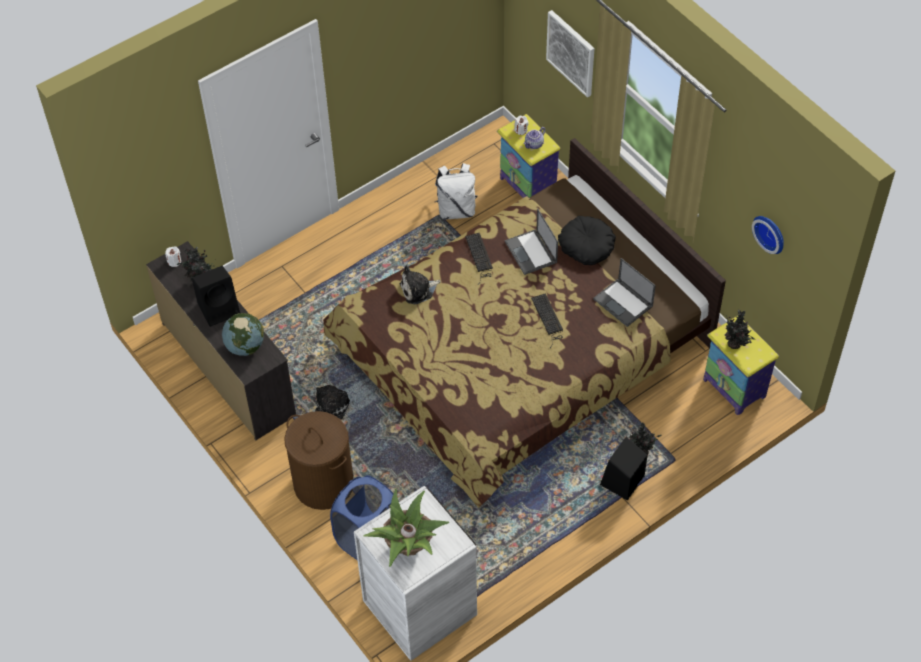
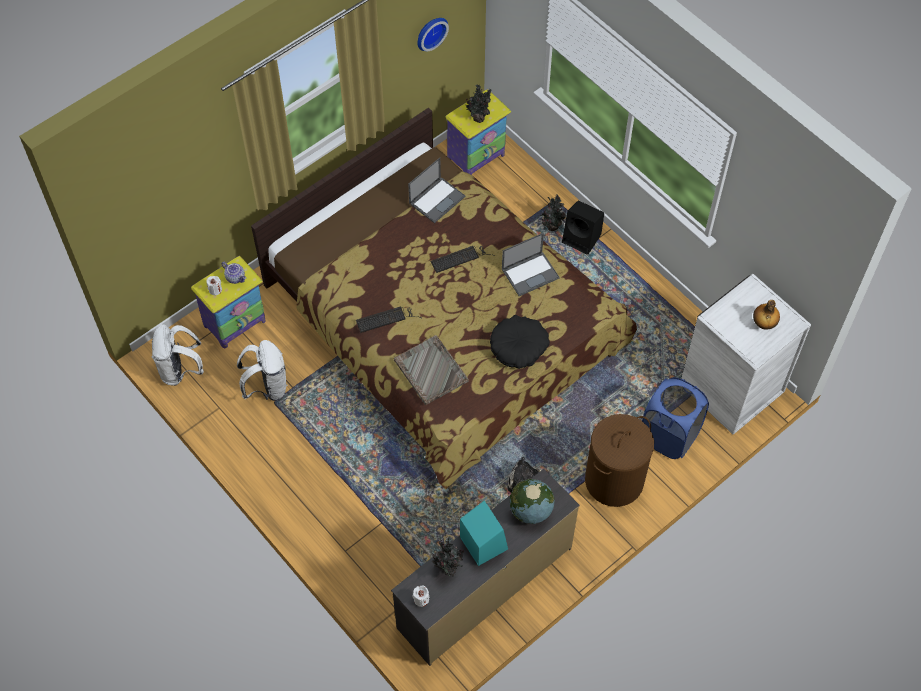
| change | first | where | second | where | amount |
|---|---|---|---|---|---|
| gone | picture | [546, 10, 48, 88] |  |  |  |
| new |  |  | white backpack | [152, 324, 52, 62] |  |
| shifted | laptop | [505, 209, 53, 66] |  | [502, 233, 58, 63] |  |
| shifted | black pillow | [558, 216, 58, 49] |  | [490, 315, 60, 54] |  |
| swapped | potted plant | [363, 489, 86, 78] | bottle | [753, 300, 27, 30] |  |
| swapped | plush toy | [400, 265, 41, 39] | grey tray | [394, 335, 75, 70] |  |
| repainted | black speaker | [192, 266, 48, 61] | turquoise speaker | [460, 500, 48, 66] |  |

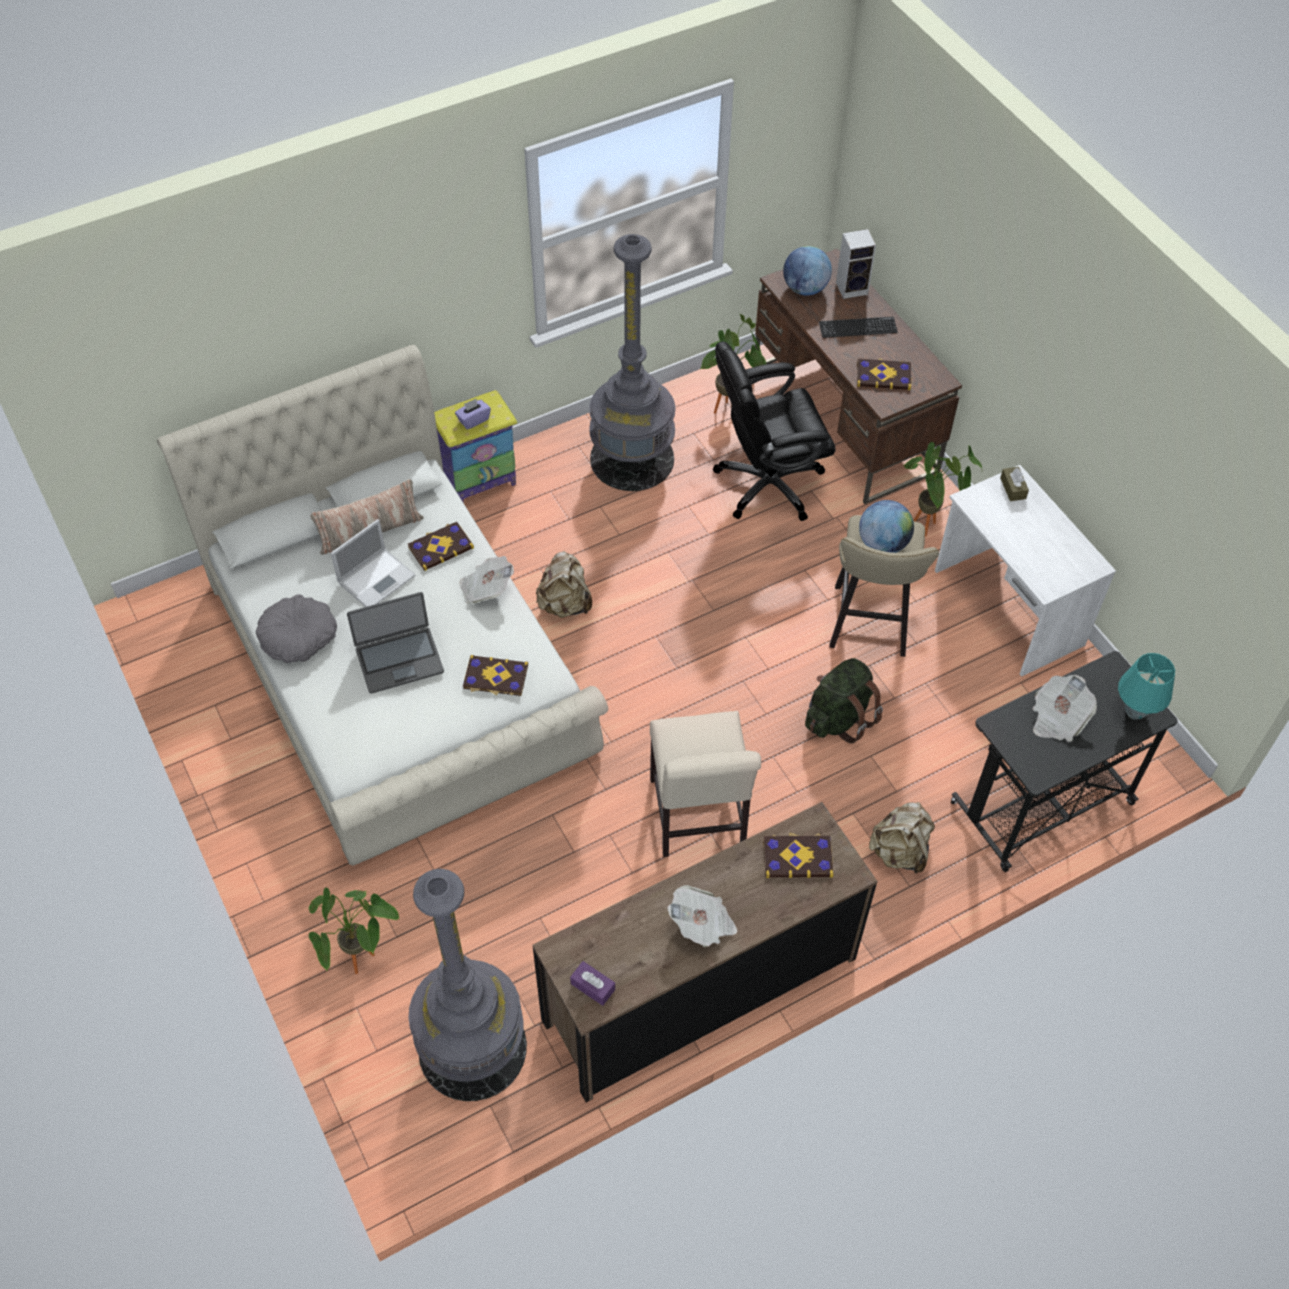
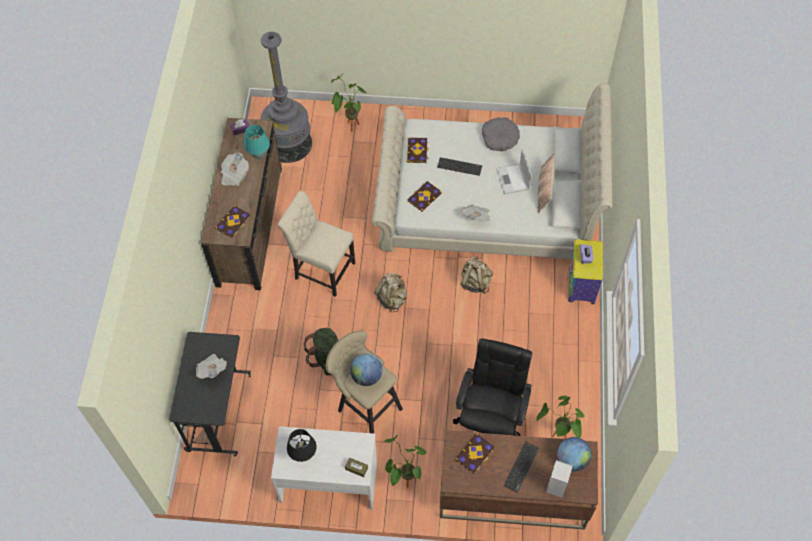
| change | first | where | second | where | amount |
|---|---|---|---|---|---|
| gone | grey floor lamp | [589, 234, 87, 257] |  |  |  |
| new |  |  | black table lamp | [287, 429, 30, 33] |  |
| shifted | book | [408, 522, 66, 49] |  | [407, 137, 22, 26] |  |
| shifted | beige backpack | [869, 802, 66, 71] |  | [374, 273, 33, 39] |  |
| shifted | turquoise table lamp | [1118, 653, 57, 67] |  | [244, 125, 26, 34] |  |
| swapped | laptop | [347, 592, 97, 102] | keyboard | [437, 157, 45, 19] |  |

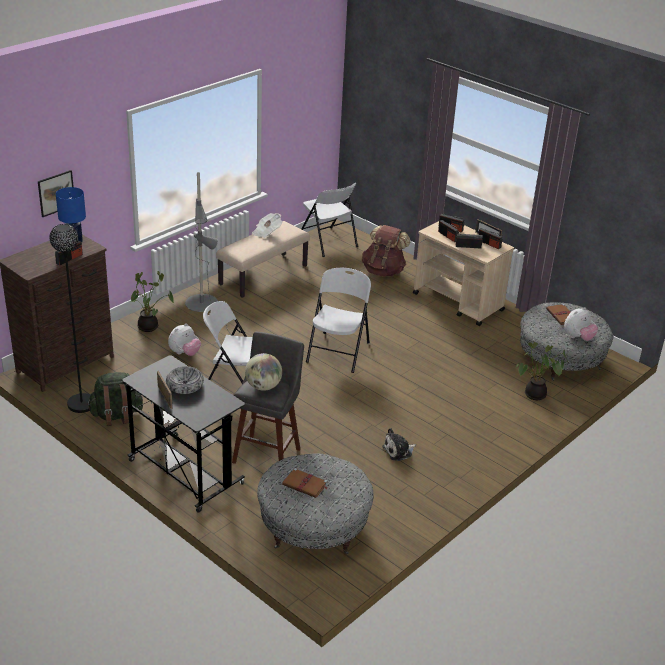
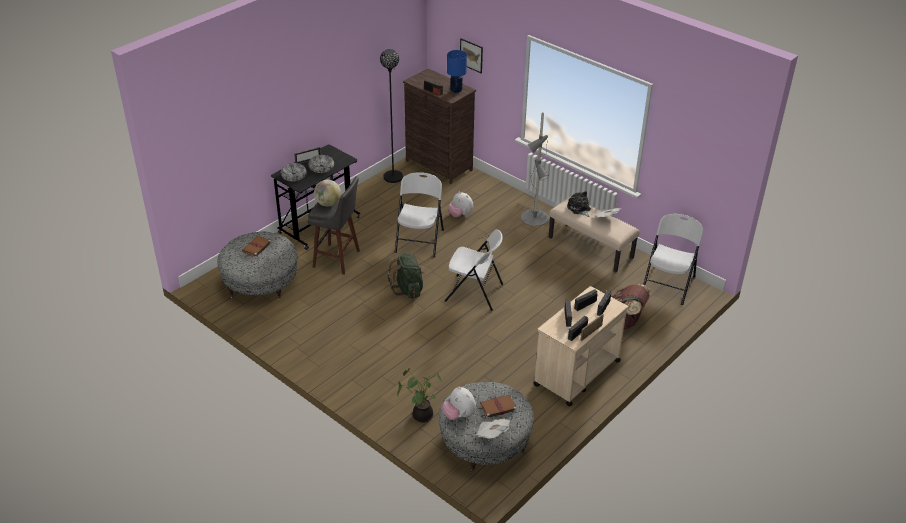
| change | first | where | second | where | amount |
|---|---|---|---|---|---|
| gone | potted plant | [131, 271, 43, 61] |  |  |  |
| new |  |  | bowl | [281, 163, 26, 19] |  |
| new |  |  | newspaper | [476, 418, 34, 21] |  |
| shifted | green backpack | [87, 372, 56, 54] |  | [387, 253, 38, 46] |  |
| shifted | plush toy | [382, 428, 34, 33] |  | [567, 191, 24, 26] |  |
| rotated | white chair | [301, 183, 57, 74] |  | [643, 214, 60, 91] | 150 degrees clockwise |

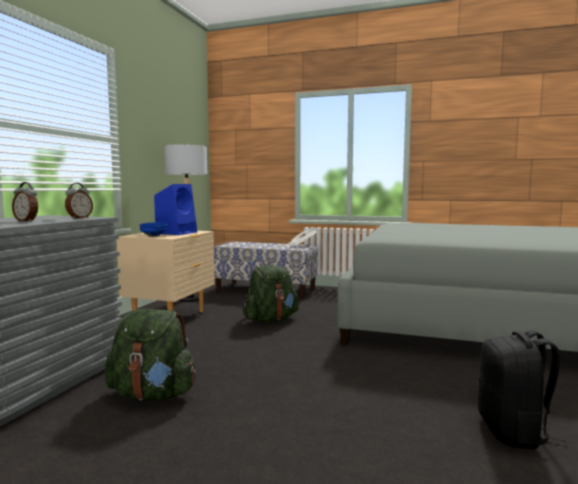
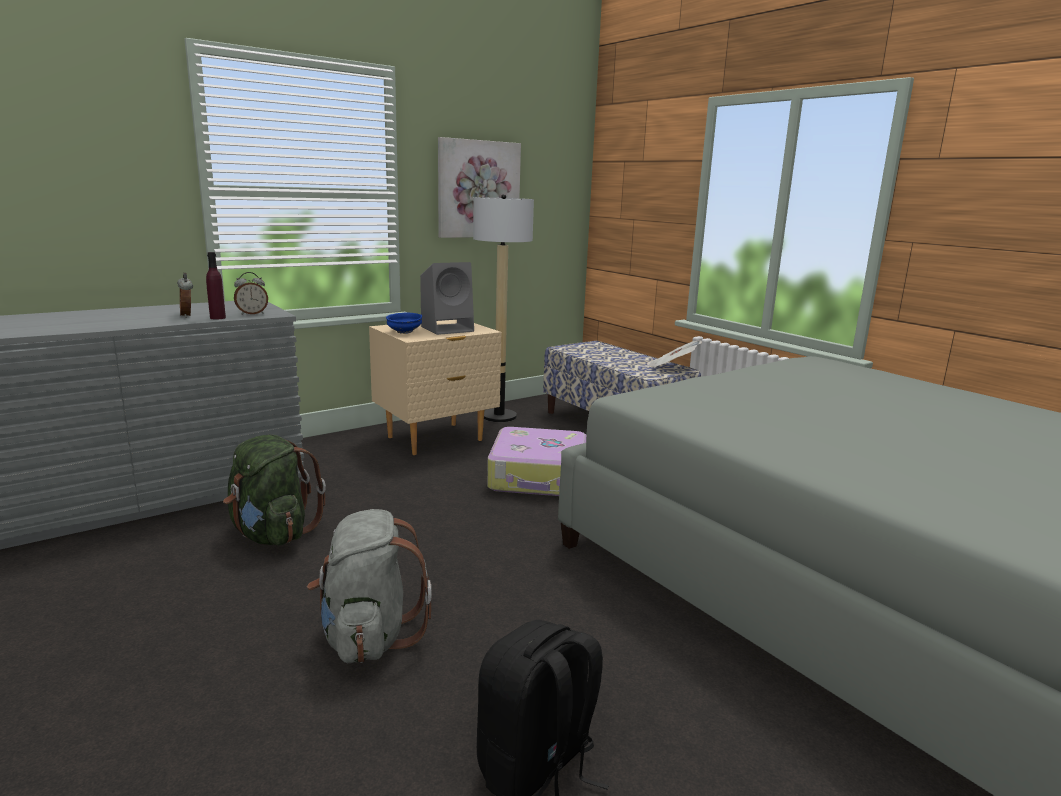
| change | first | where | second | where | amount |
|---|---|---|---|---|---|
| new |  |  | purple bottle | [206, 252, 20, 68] |  |
| new |  |  | grey backpack | [307, 509, 125, 154] |  |
| new |  |  | picture | [438, 137, 83, 101] |  |
| swapped | green backpack | [243, 265, 56, 57] | suitcase | [487, 427, 99, 69] |  |
| repainted | blue speaker | [154, 184, 43, 51] | grey speaker | [420, 262, 54, 73] |  |

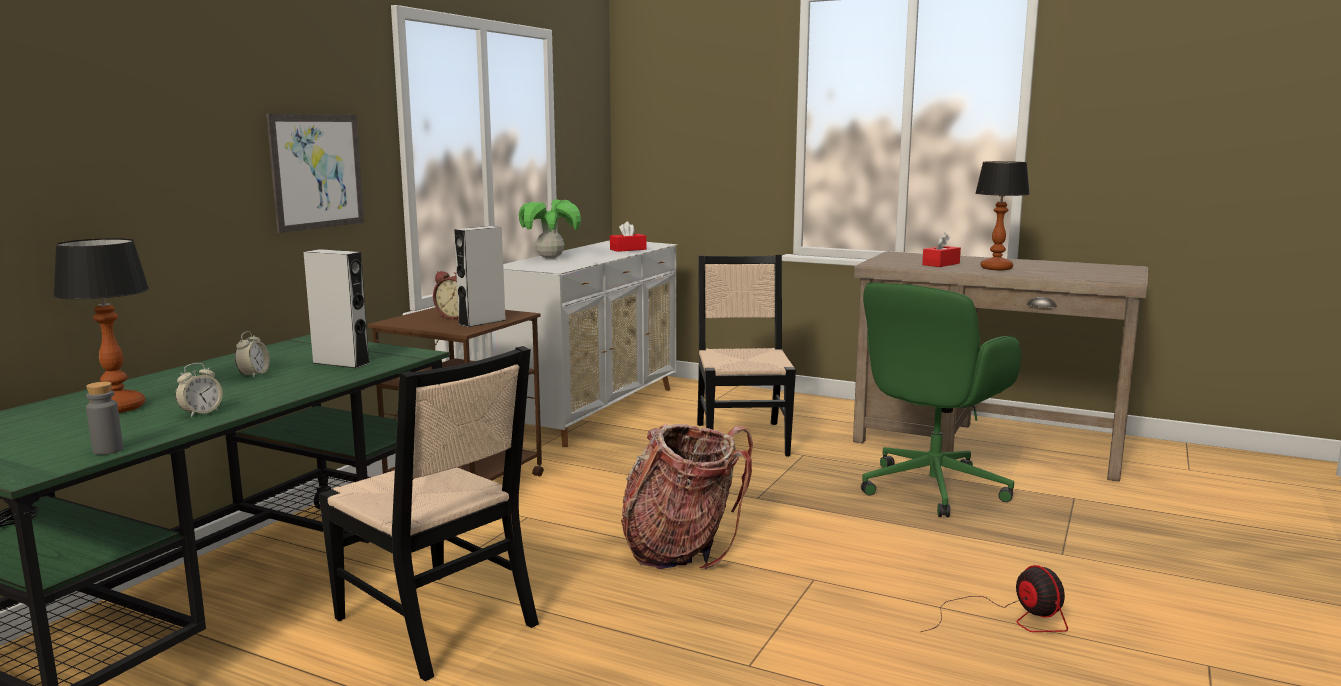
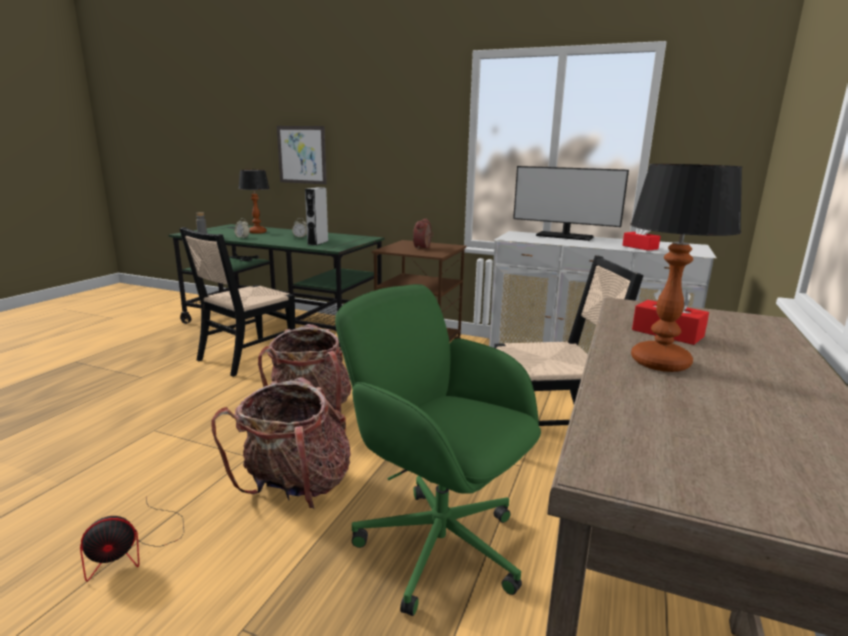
| change | first | where | second | where | amount |
|---|---|---|---|---|---|
| gone | grey speaker | [454, 226, 52, 101] |  |  |  |
| new |  |  | backpack | [212, 377, 139, 132] |  |
| shifted | picture | [266, 114, 98, 119] |  | [277, 126, 50, 58] |  |
| swapped | potted plant | [519, 199, 62, 60] | monitor | [513, 166, 116, 75] |  |

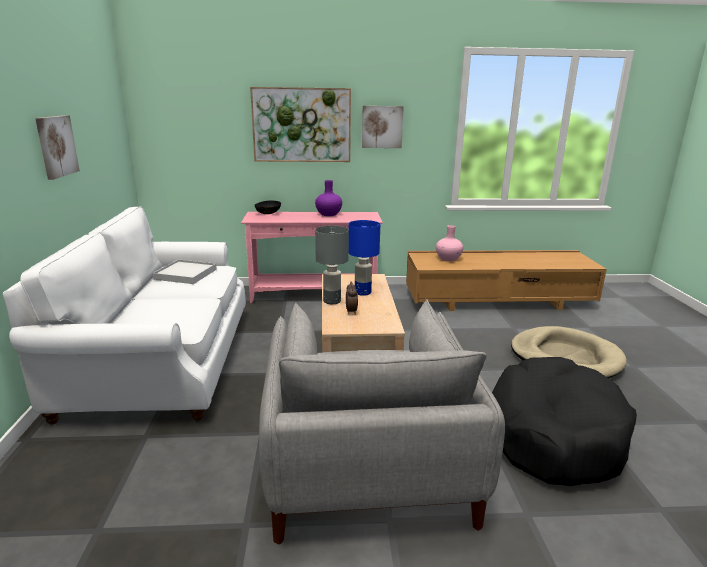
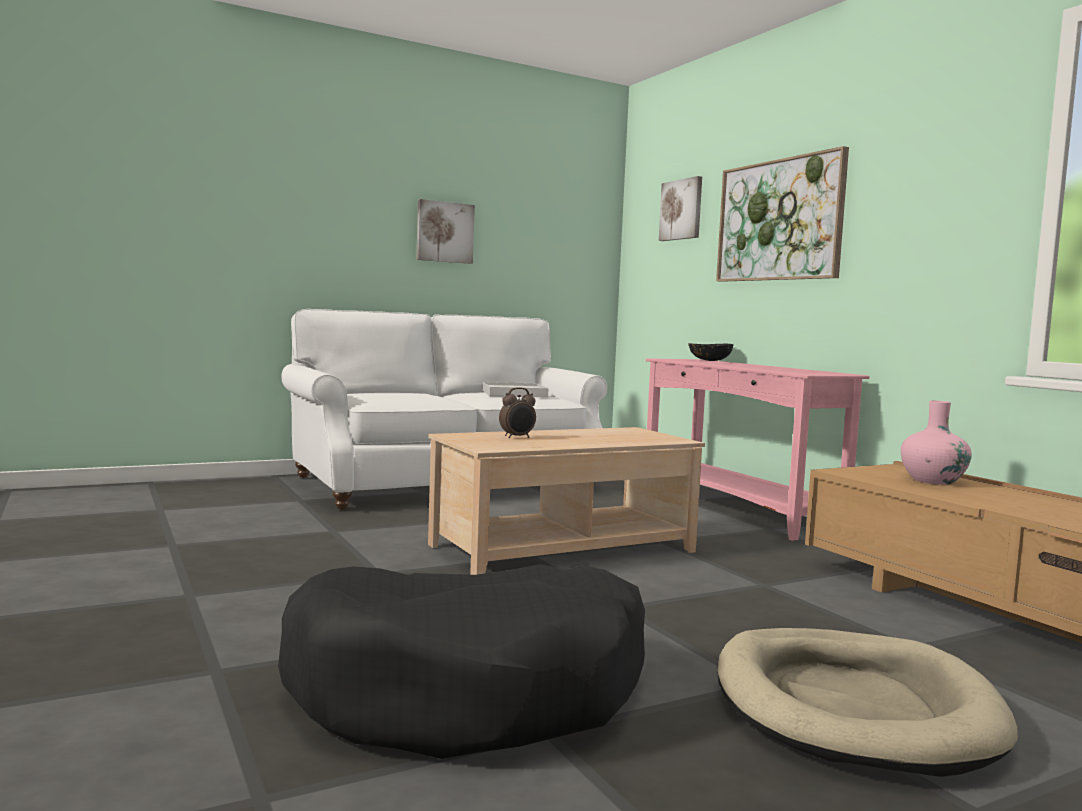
| change | first | where | second | where | amount |
|---|---|---|---|---|---|
| gone | grey armchair | [259, 299, 246, 245] |  |  |  |
| gone | purple vase | [315, 180, 27, 36] |  |  |  |
| gone | grey table lamp | [315, 225, 34, 79] |  |  |  |
| gone | blue table lamp | [348, 220, 32, 76] |  |  |  |
| shifted | picture | [362, 106, 42, 42] |  | [659, 176, 43, 65] |  |

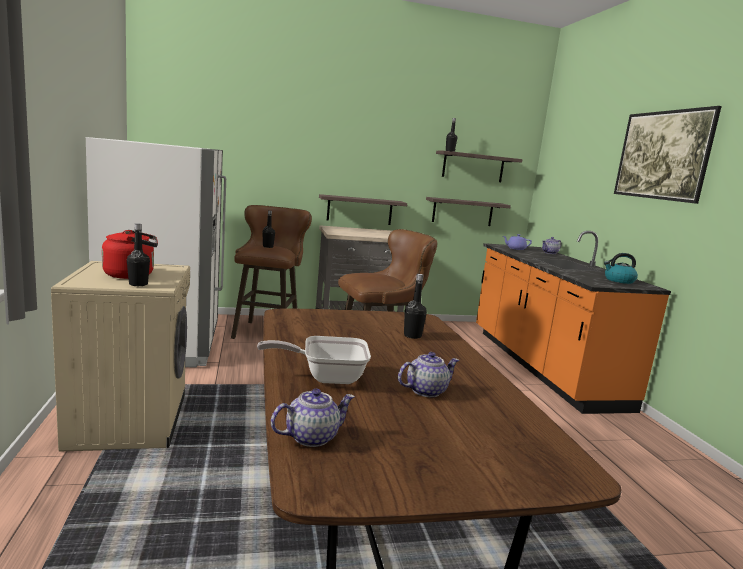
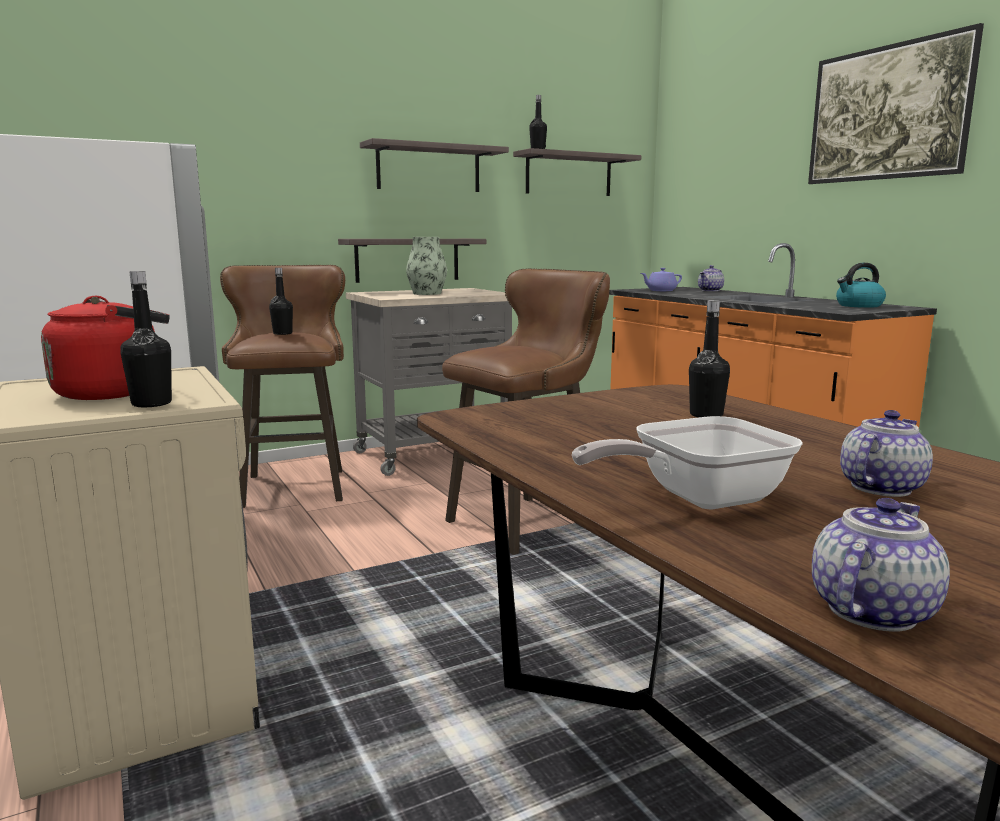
| change | first | where | second | where | amount |
|---|---|---|---|---|---|
| new |  |  | vase | [406, 237, 41, 58] |  |
| shifted | shelf | [426, 197, 85, 29] |  | [360, 138, 149, 54] |  |

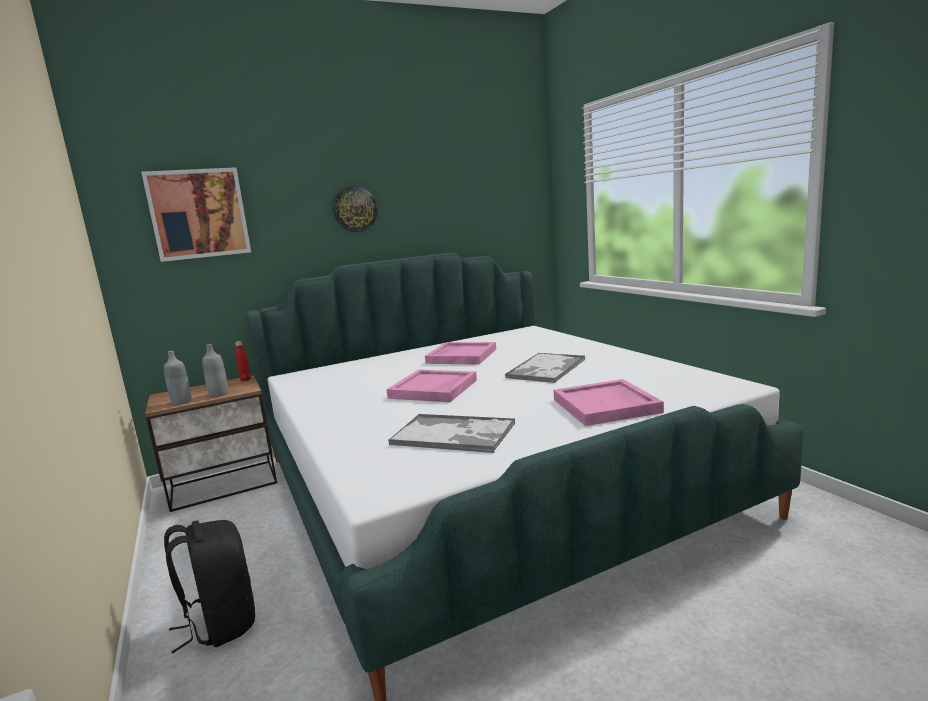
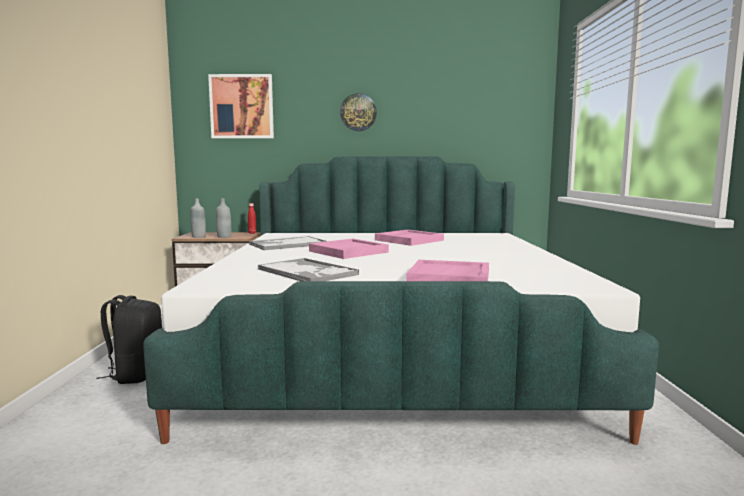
| change | first | where | second | where | amount |
|---|---|---|---|---|---|
| shifted | tray | [505, 353, 80, 30] |  | [249, 236, 78, 14] |  |

